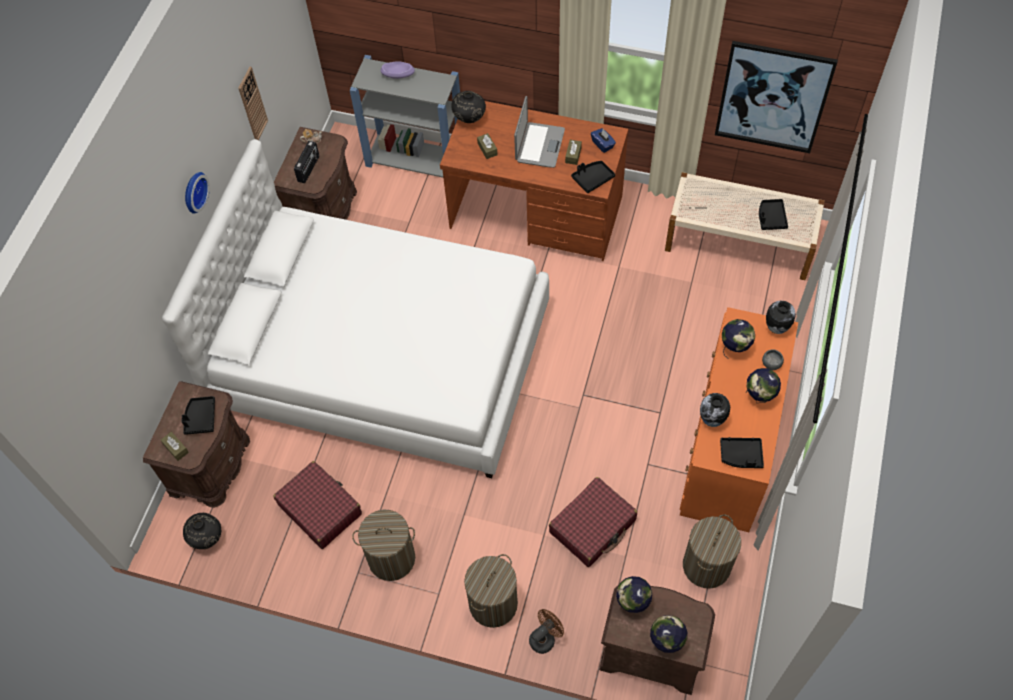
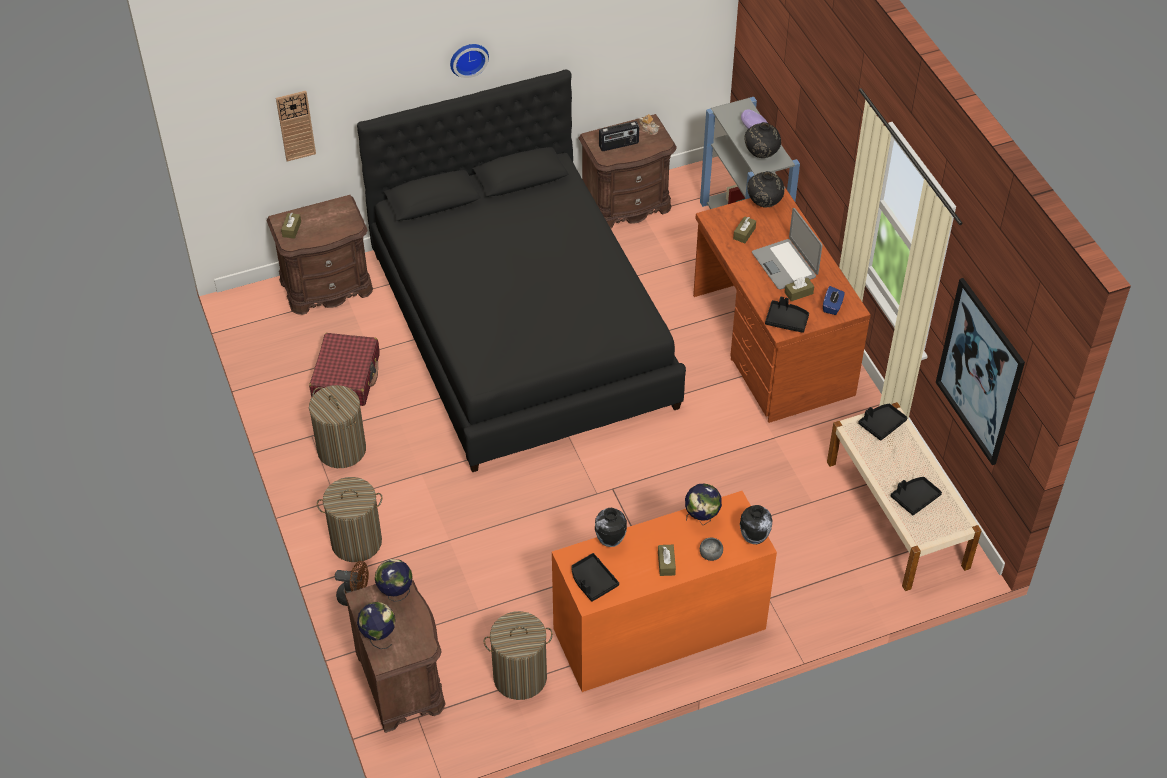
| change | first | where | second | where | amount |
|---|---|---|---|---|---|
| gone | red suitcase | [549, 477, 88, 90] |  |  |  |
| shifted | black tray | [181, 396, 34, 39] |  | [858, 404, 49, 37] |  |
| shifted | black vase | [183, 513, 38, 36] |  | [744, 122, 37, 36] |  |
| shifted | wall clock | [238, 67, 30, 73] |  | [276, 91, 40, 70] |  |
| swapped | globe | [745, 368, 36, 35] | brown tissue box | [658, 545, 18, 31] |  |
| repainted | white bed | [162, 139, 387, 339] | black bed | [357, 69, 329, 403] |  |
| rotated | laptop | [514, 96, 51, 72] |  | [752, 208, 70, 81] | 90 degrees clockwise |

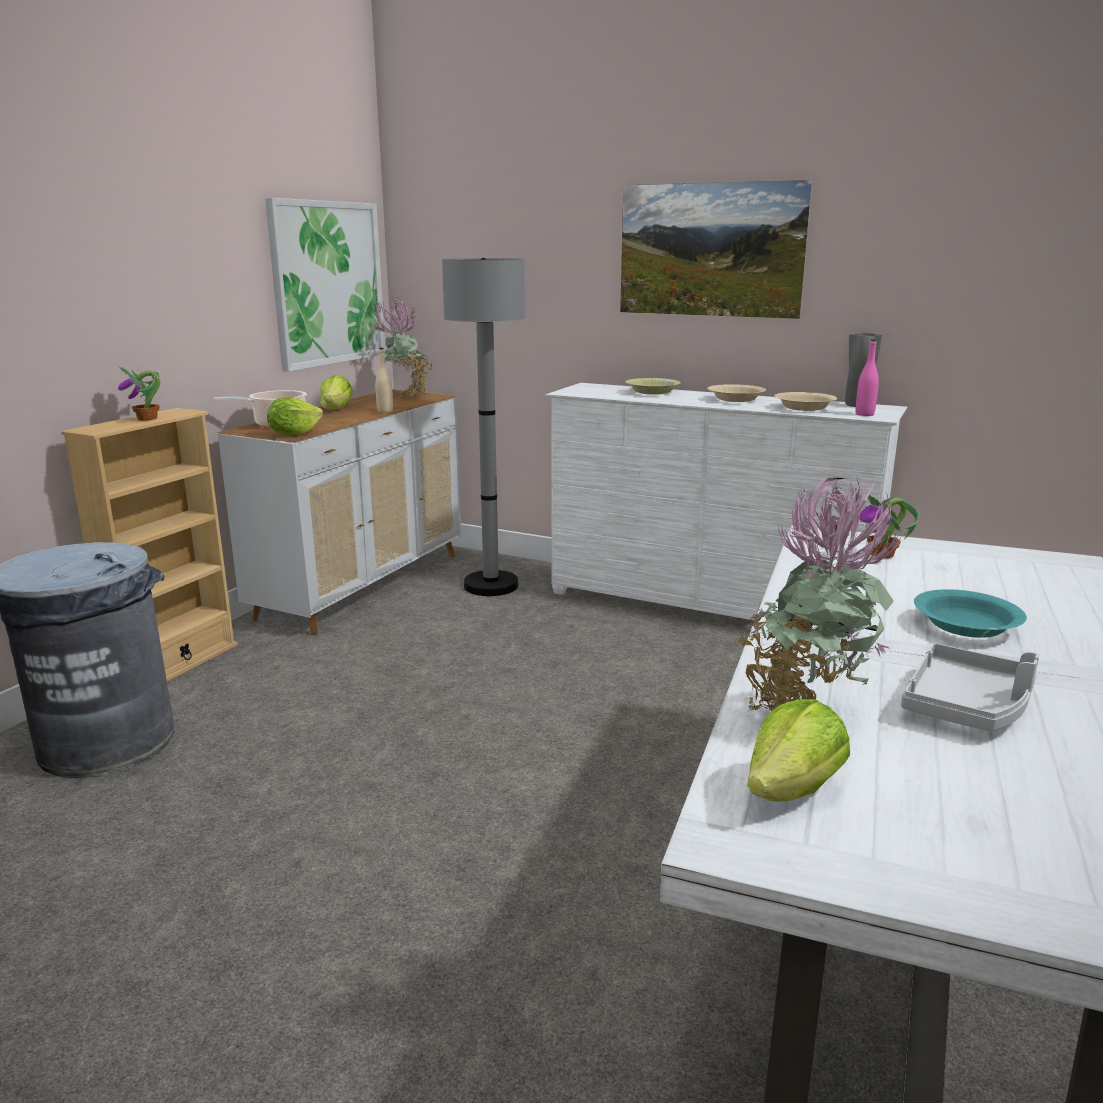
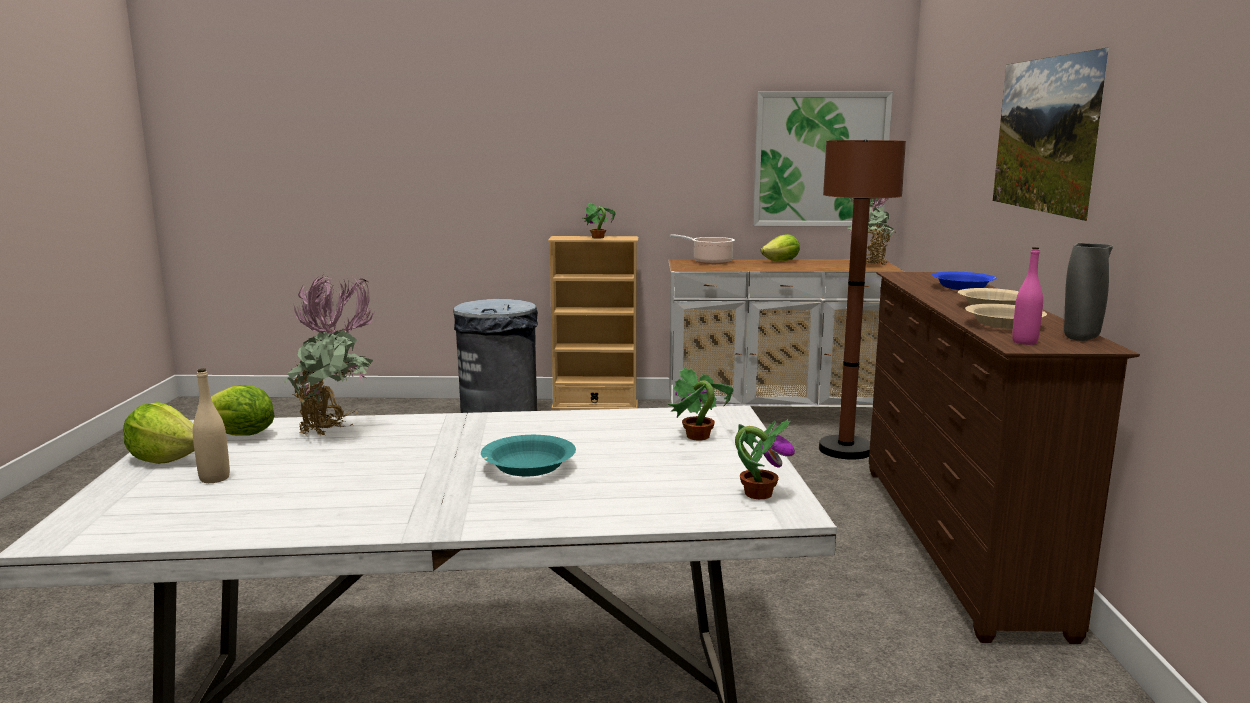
| change | first | where | second | where | amount |
|---|---|---|---|---|---|
| gone | grey tray | [901, 643, 138, 88] |  |  |  |
| new |  |  | potted plant | [735, 419, 60, 80] |  |
| shifted | lettuce | [267, 398, 56, 37] |  | [123, 402, 71, 62] |  |
| shifted | beige bottle | [375, 348, 18, 65] |  | [193, 368, 37, 115] |  |
| repainted | grey floor lamp | [442, 258, 83, 338] | brown floor lamp | [819, 140, 87, 319] |  |
| repainted | white dresser | [545, 383, 362, 237] | brown dresser | [869, 272, 271, 372] |  |
| repainted | yellow bowl | [625, 378, 56, 17] | blue bowl | [932, 272, 65, 18] |  |

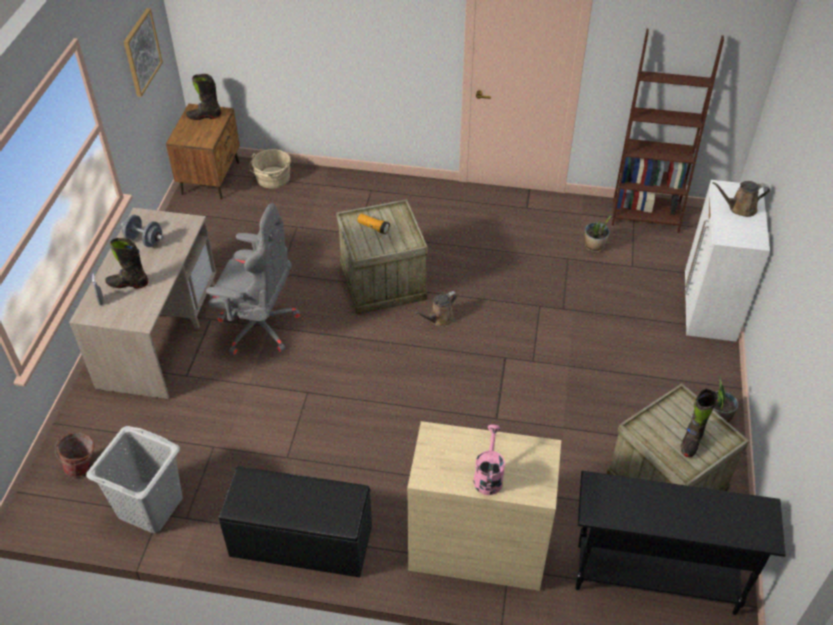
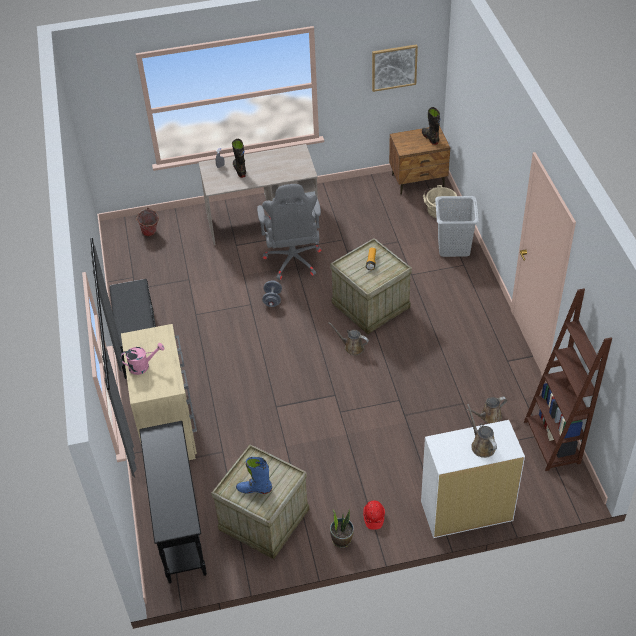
| change | first | where | second | where | amount |
|---|---|---|---|---|---|
| new |  |  | red hard hat | [363, 501, 22, 29] |  |
| shifted | grey laundry basket | [86, 426, 96, 107] |  | [435, 196, 44, 61] |  |
| shifted | grey dumbbell | [121, 215, 43, 32] |  | [262, 280, 20, 27] |  |
| swapped | potted plant | [584, 216, 27, 36] | brown watering can | [466, 396, 41, 28] |  |
| repainted | black boot | [681, 389, 37, 68] | blue boot | [236, 457, 36, 37] |  |

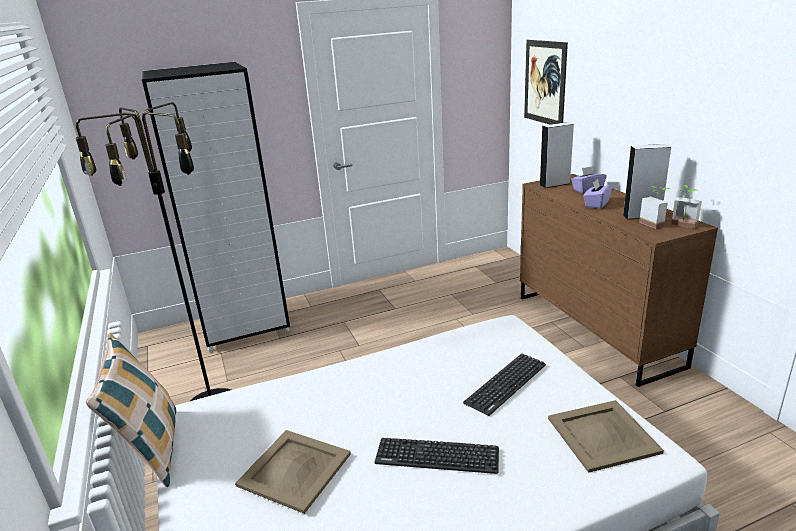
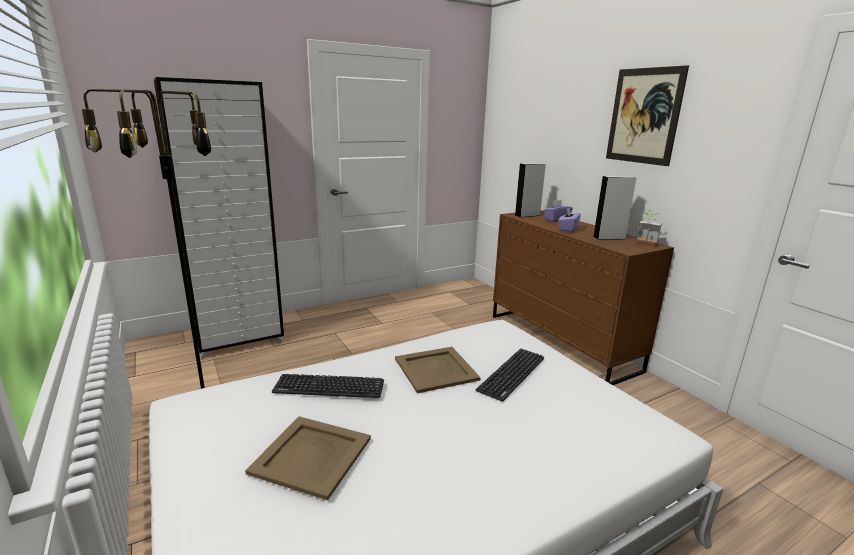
| change | first | where | second | where | amount |
|---|---|---|---|---|---|
| gone | pillow | [86, 334, 91, 153] |  |  |  |
| gone | potted plant | [639, 186, 31, 43] |  |  |  |
| shifted | keyboard | [374, 438, 125, 36] |  | [272, 374, 112, 24] |  |
| shifted | picture | [524, 40, 44, 85] |  | [606, 65, 83, 101] |  |
| shifted | beige tray | [548, 400, 116, 73] |  | [395, 347, 86, 46] |  |

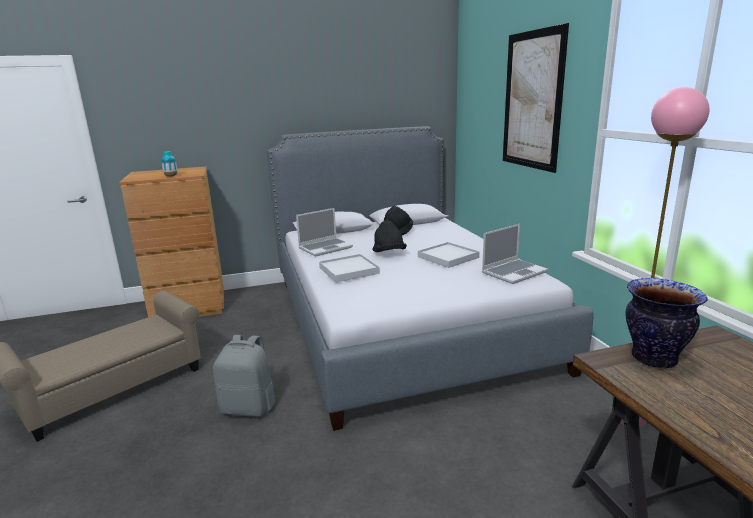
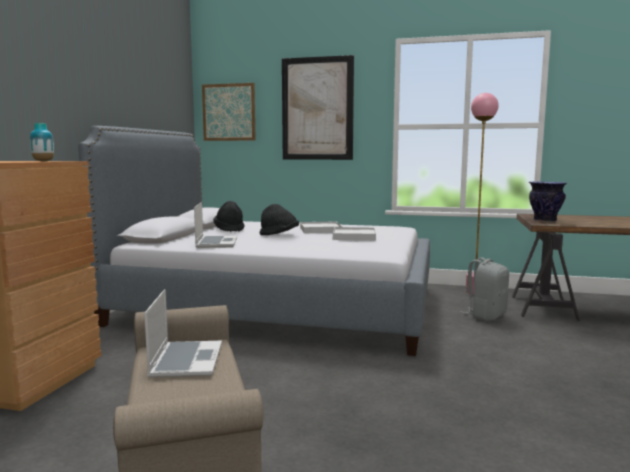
| change | first | where | second | where | amount |
|---|---|---|---|---|---|
| new |  |  | picture | [202, 82, 54, 59] |  |
| shifted | grey backpack | [213, 335, 62, 82] |  | [460, 257, 49, 64] |  |
| shifted | white tray | [319, 254, 61, 28] |  | [333, 227, 43, 13] |  |
| shifted | laptop | [482, 224, 66, 60] |  | [144, 289, 78, 89] |  |

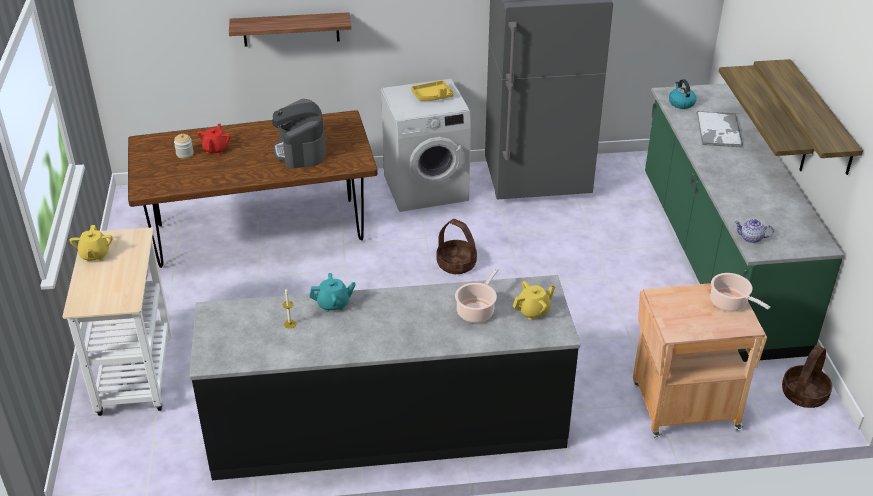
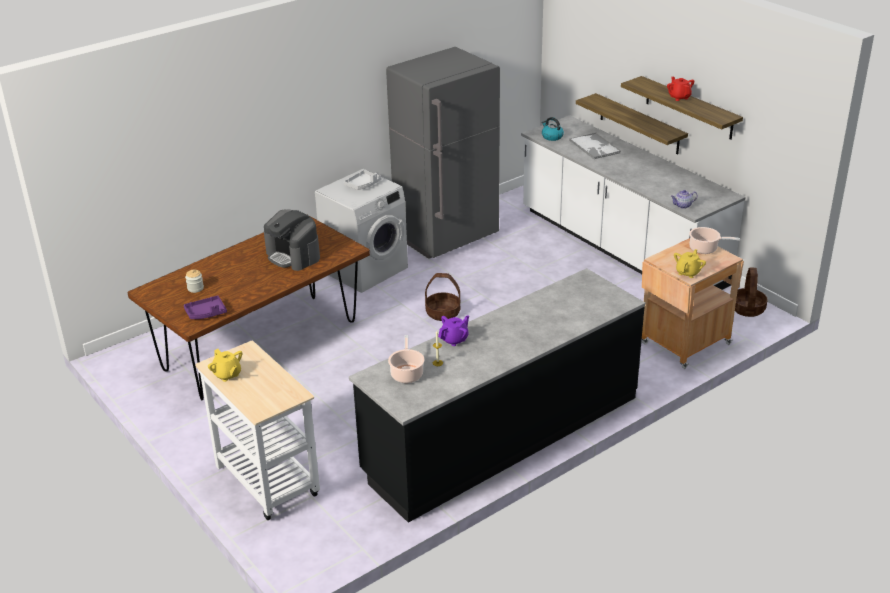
| change | first | where | second | where | amount |
|---|---|---|---|---|---|
| gone | shelf | [229, 12, 122, 34] |  |  |  |
| new |  |  | purple tray | [184, 295, 43, 24] |  |
| shifted | red teapot | [197, 124, 34, 30] |  | [667, 77, 27, 24] |  |
| shifted | cooking pot | [455, 268, 44, 55] |  | [388, 335, 37, 48] |  |
| shifted | yellow teapot | [513, 281, 42, 39] |  | [674, 249, 32, 29] |  |
| repainted | turquoise teapot | [309, 273, 47, 39] | purple teapot | [438, 315, 31, 31] |  |
| repainted | yellow tray | [411, 80, 43, 21] | grey tray | [344, 170, 38, 20] |  |
| repainted | green counter | [645, 83, 199, 279] | white counter | [521, 115, 225, 175] |  |

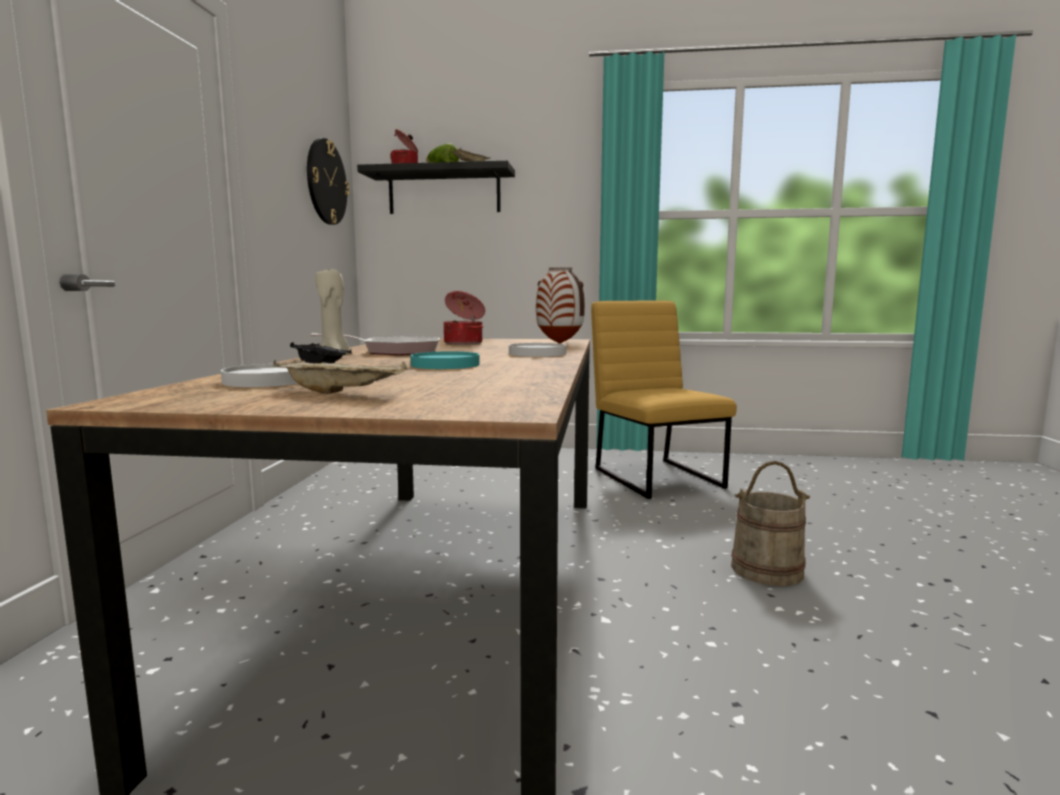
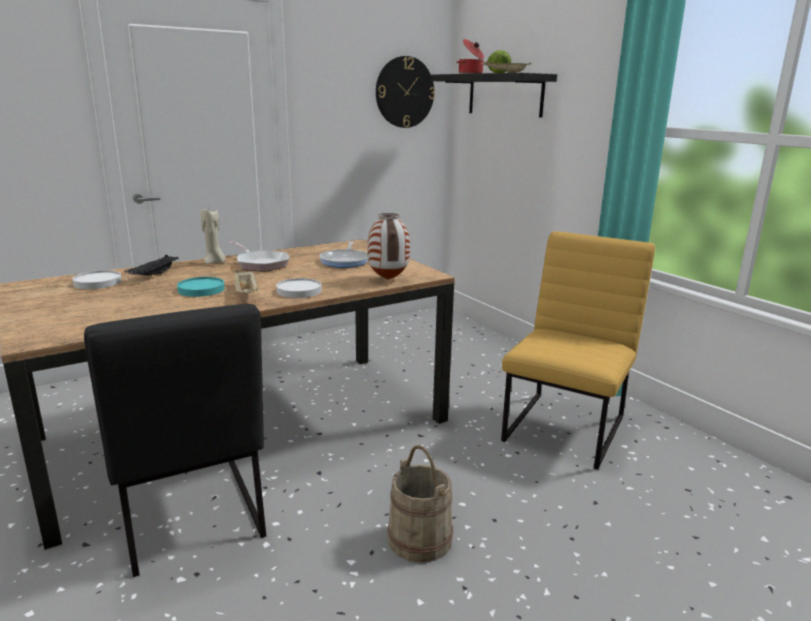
| change | first | where | second | where | amount |
|---|---|---|---|---|---|
| new |  |  | black chair | [84, 304, 182, 273] |  |
| shifted | beige tray | [273, 359, 134, 35] |  | [235, 270, 23, 23] |  |
| swapped | cooking pot | [444, 291, 41, 54] | frying pan | [319, 242, 49, 26] |  |

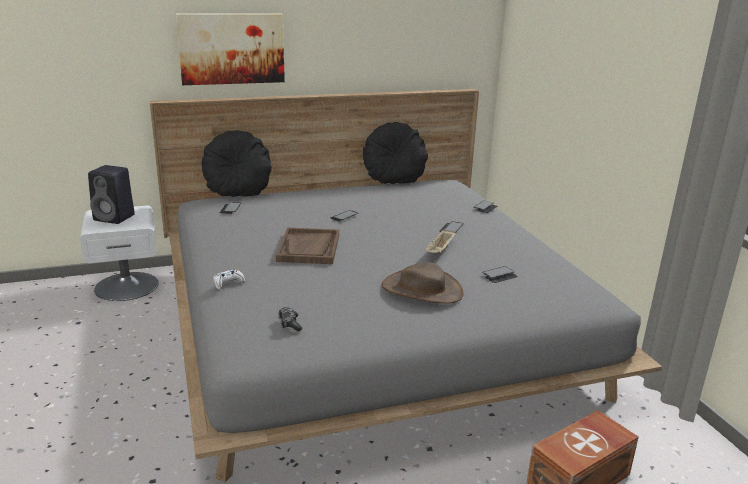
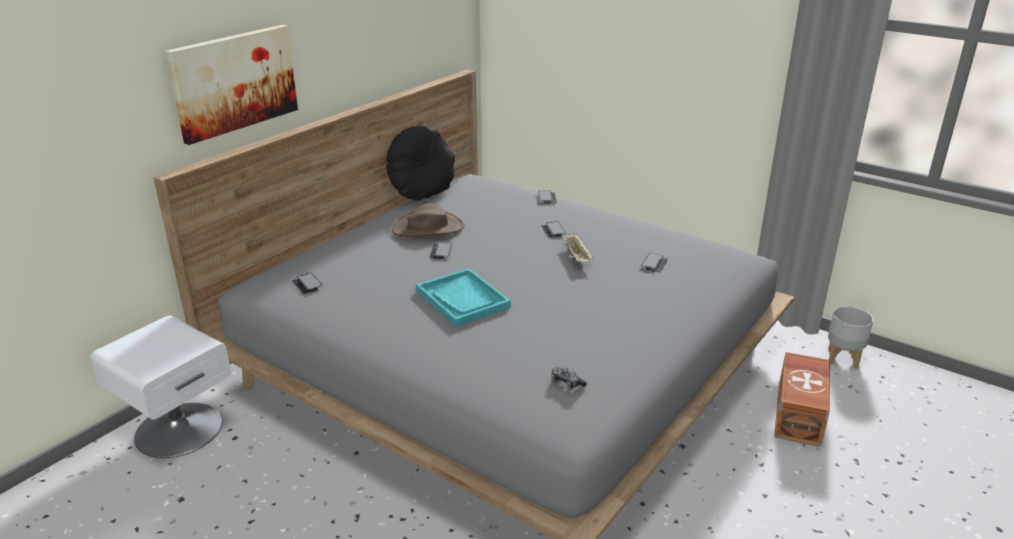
| change | first | where | second | where | amount |
|---|---|---|---|---|---|
| gone | black speaker | [88, 165, 47, 59] |  |  |  |
| gone | black pillow | [202, 130, 70, 67] |  |  |  |
| gone | white game controller | [213, 269, 32, 21] |  |  |  |
| new |  |  | grey planter | [828, 306, 46, 63] |  |
| shifted | brown hat | [381, 262, 83, 42] |  | [392, 203, 73, 34] |  |
| repainted | brown tray | [276, 227, 63, 37] | turquoise tray | [416, 268, 95, 58] |  |

